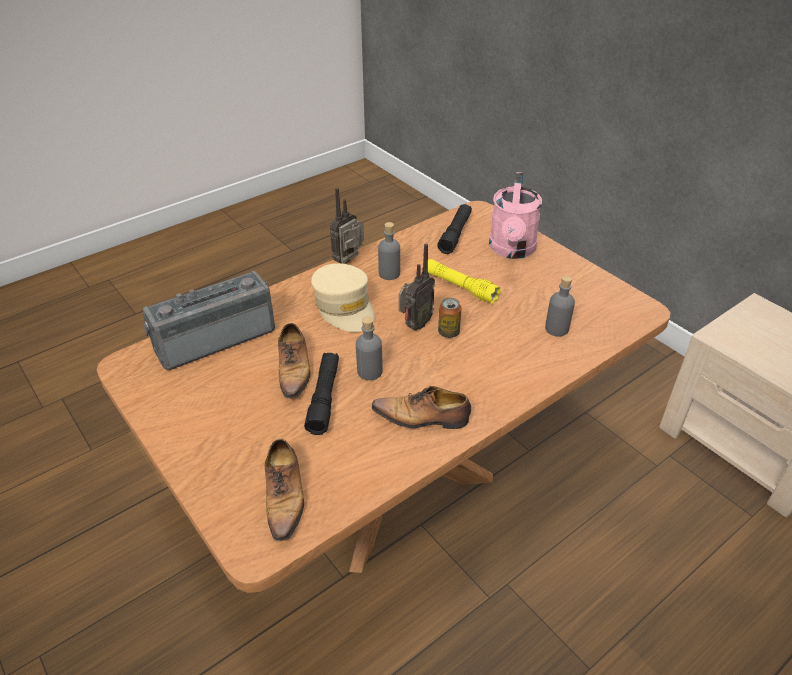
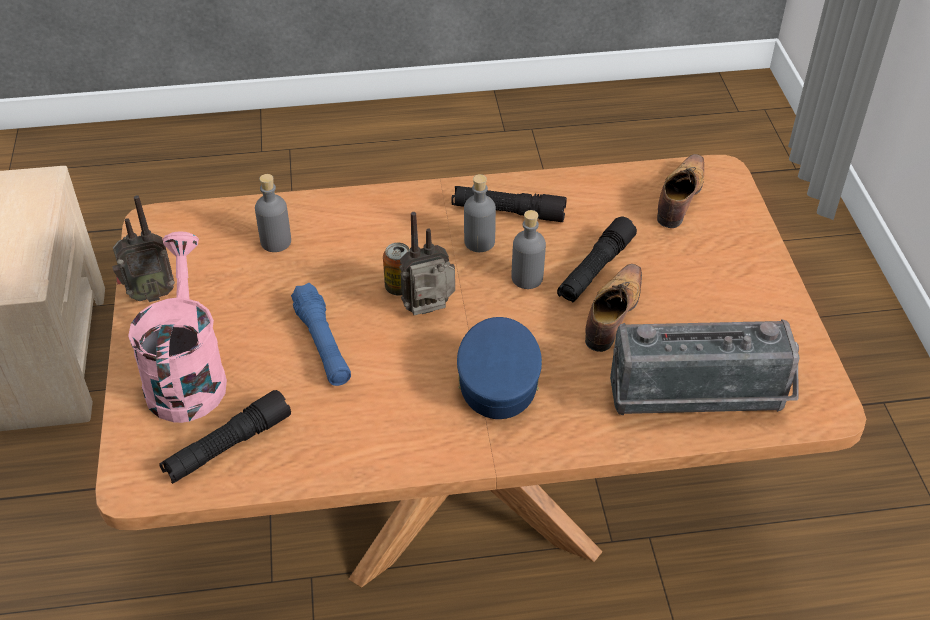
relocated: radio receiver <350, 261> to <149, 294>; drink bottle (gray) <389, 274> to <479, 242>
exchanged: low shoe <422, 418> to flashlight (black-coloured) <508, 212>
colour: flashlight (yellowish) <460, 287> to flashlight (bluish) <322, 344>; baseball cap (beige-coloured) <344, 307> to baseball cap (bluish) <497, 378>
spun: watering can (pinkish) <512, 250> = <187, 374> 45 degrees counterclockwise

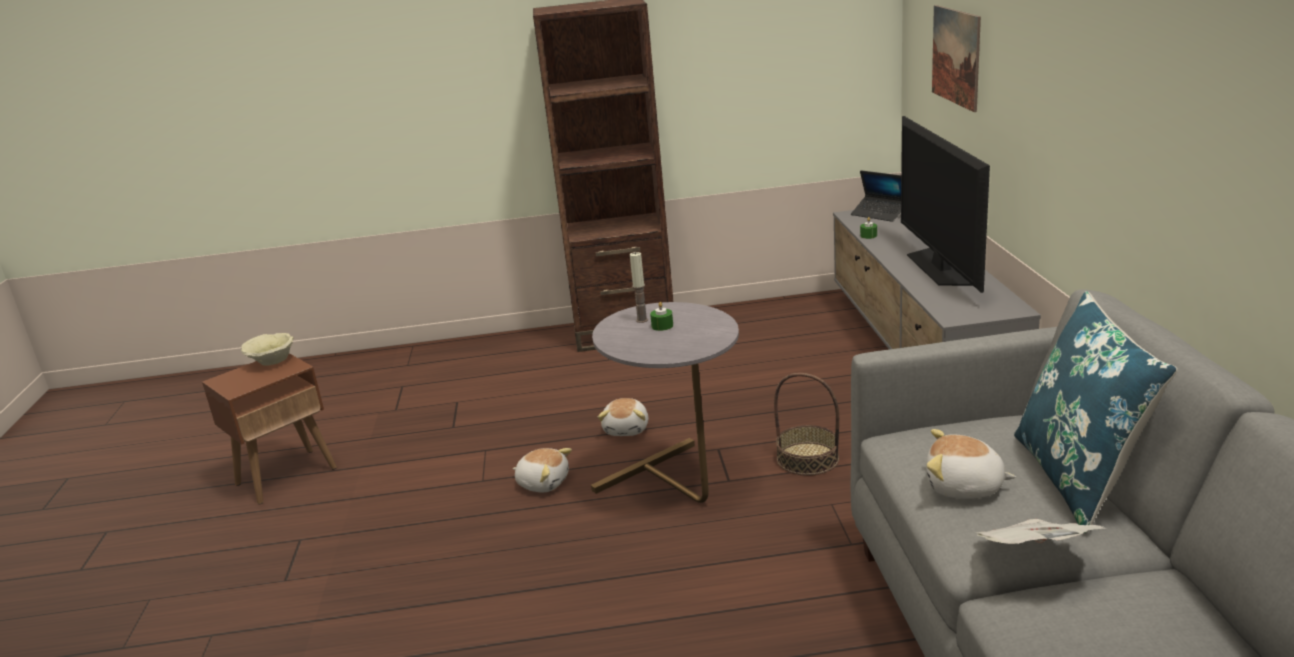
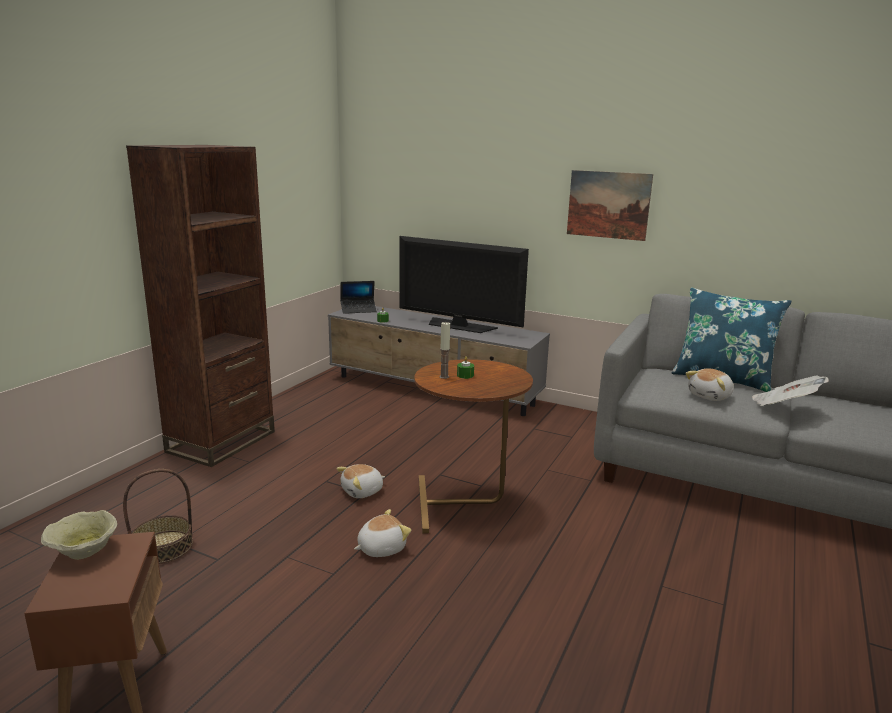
relocated: wall picture <955, 56> to <608, 205>; storage basket <807, 459> to <163, 547>
colour: accent table (gray) <677, 489> to accent table (brownish) <466, 504>
spun: cuddly toy <627, 429> = <362, 491> 105 degrees clockwise

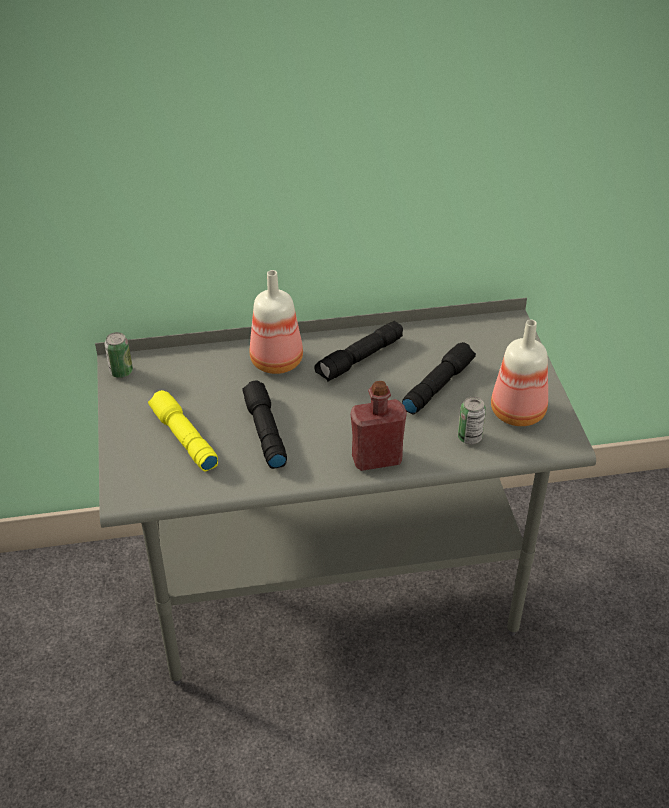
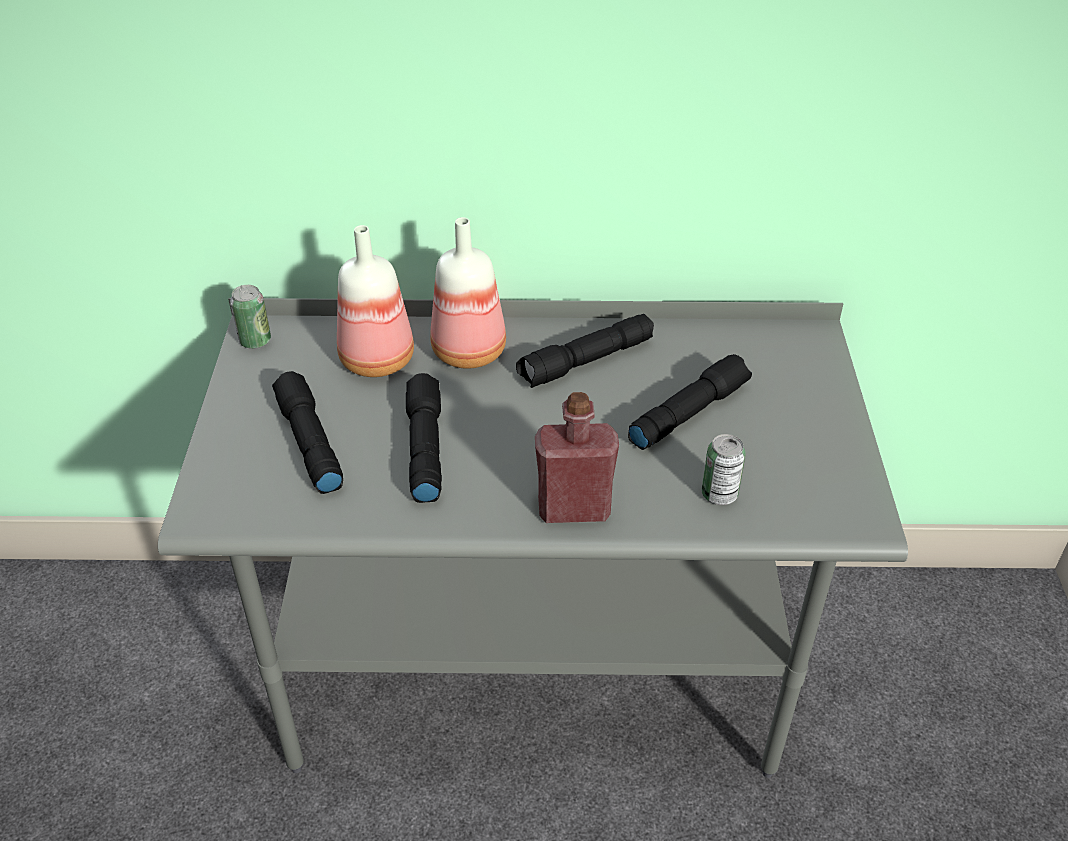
relocated: drink bottle <519, 412> to <379, 360>
colour: flashlight (yellowish) <183, 438> to flashlight (black-coloured) <308, 442>

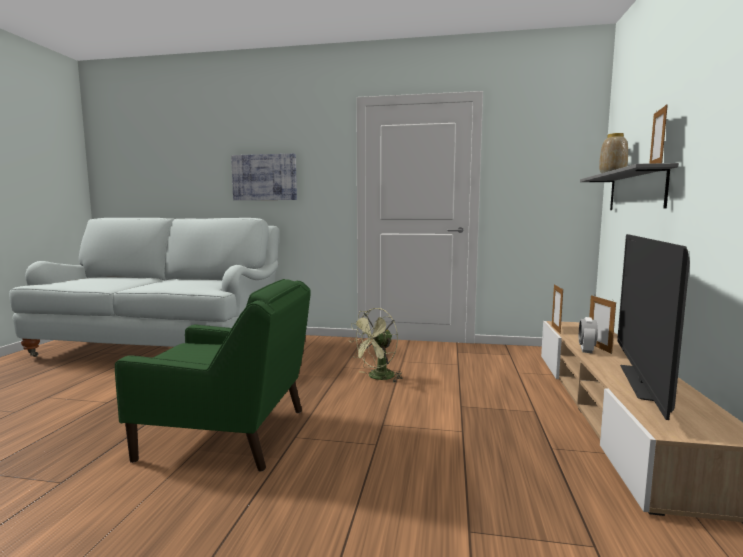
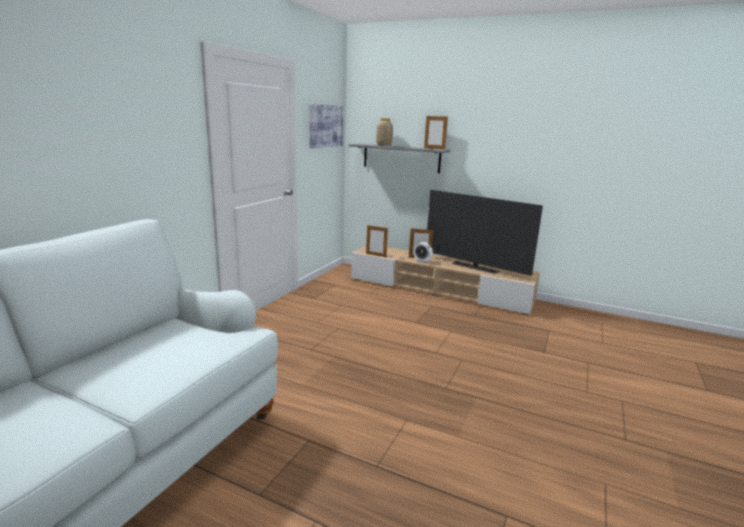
missing: easy chair (green-coloured) <228, 435>; electric fan (green-coloured) <377, 377>
relocated: wall picture <264, 177> to <325, 126>

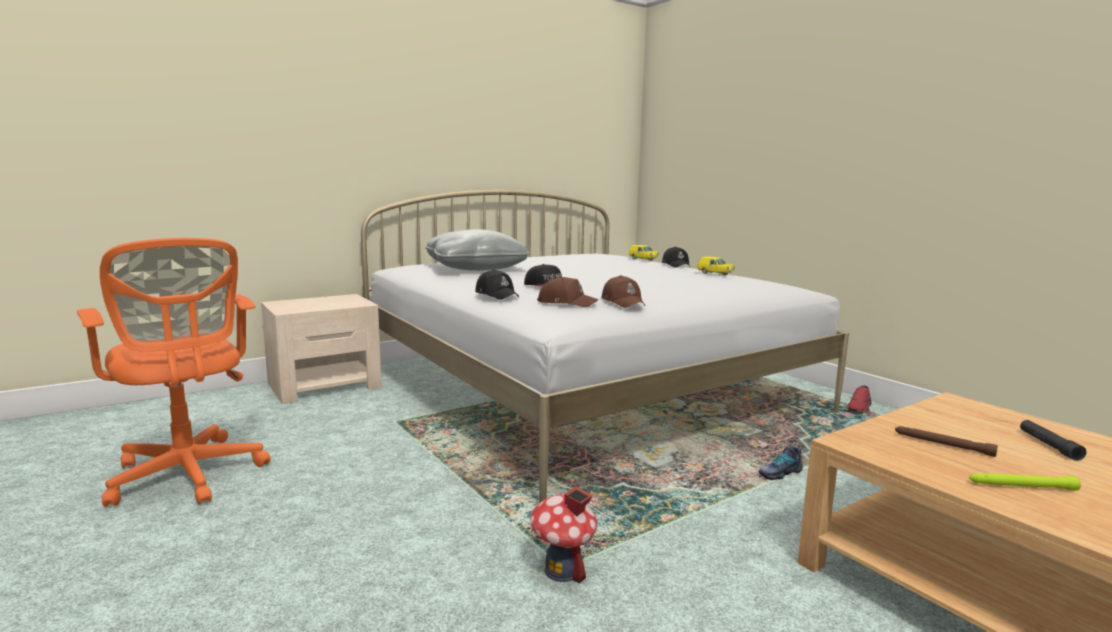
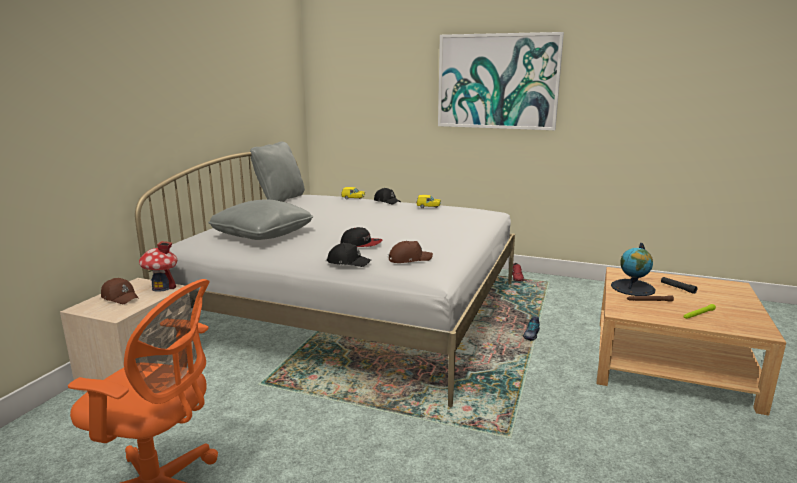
appeared: wall picture <497, 81>; pillow (gray) <280, 199>; desk globe <633, 288>
relocated: baseball cap (brownish) <623, 302> to <120, 297>; toy house <562, 571> to <162, 288>

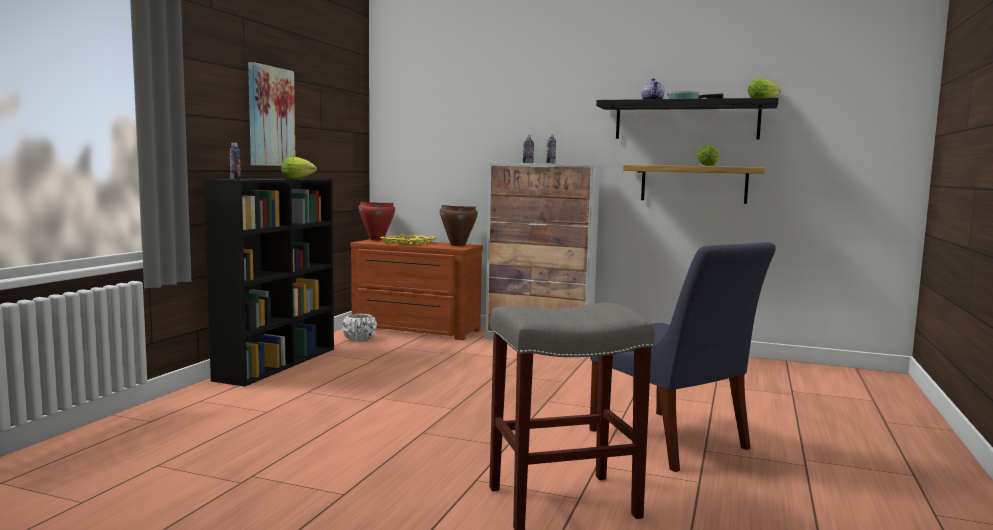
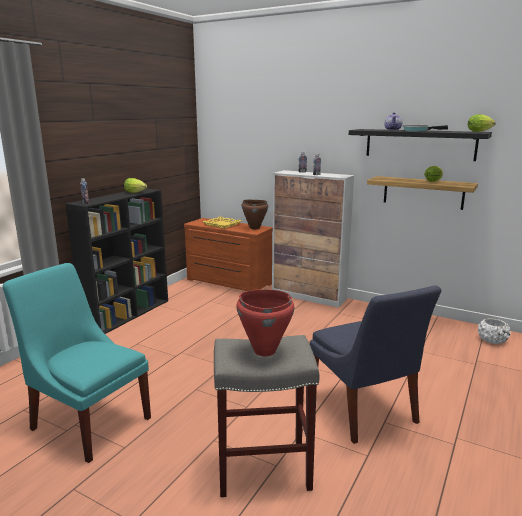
missing: wall picture <270, 116>
appeared: upright chair (turquoise-coloured) <88, 420>
relocated: saucepot (red) <376, 239> to <264, 351>; plant pot (white) <359, 339> to <492, 340>

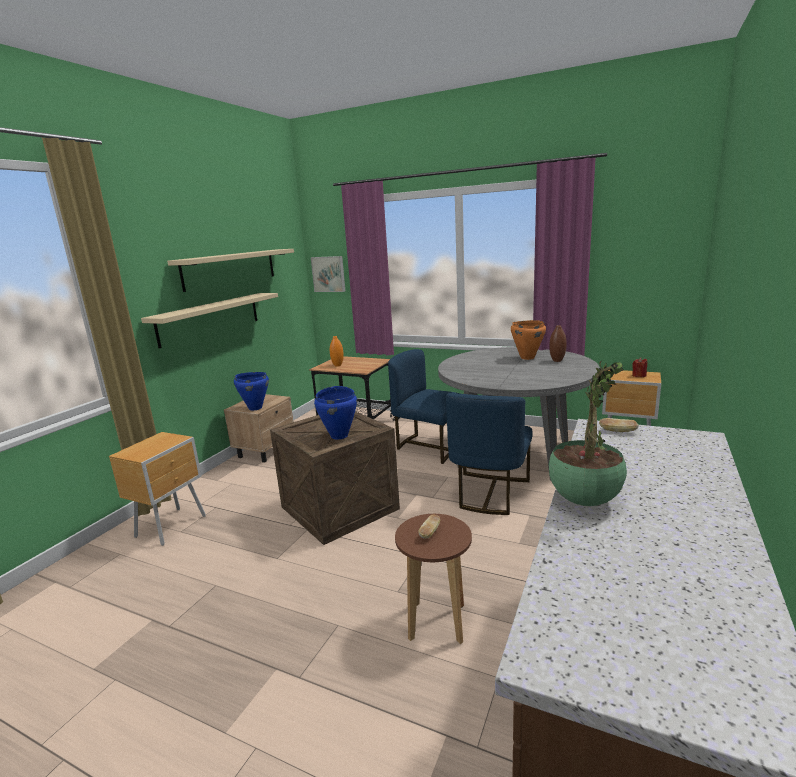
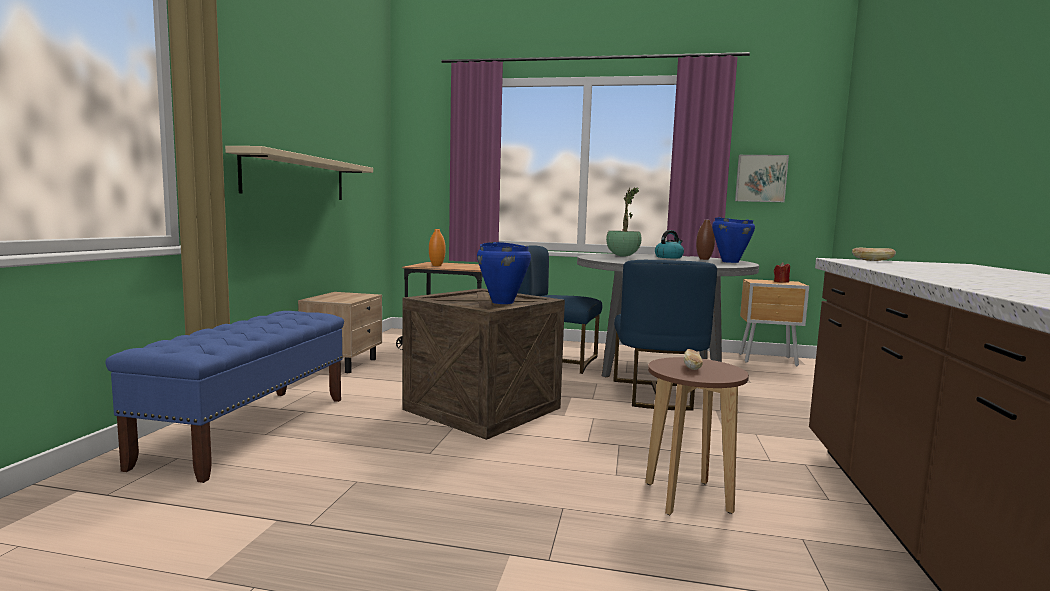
missing: bracket shelf (beige-coloured) <230, 268>
relocated: wall picture <329, 274> to <760, 178>; houseplant <584, 499> to <622, 256>; saucepot (bluish) <255, 408> to <729, 262>
exchanged: saucepot (orange-coloured) <527, 358> to tea kettle <669, 257>; nightstand (brownish) <173, 526> to long seat (bluish) <250, 429>

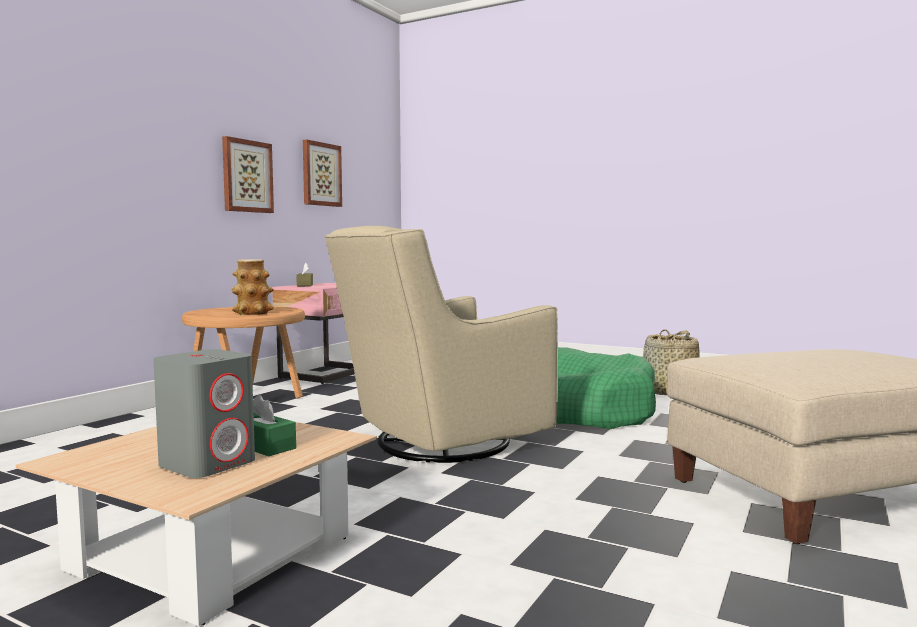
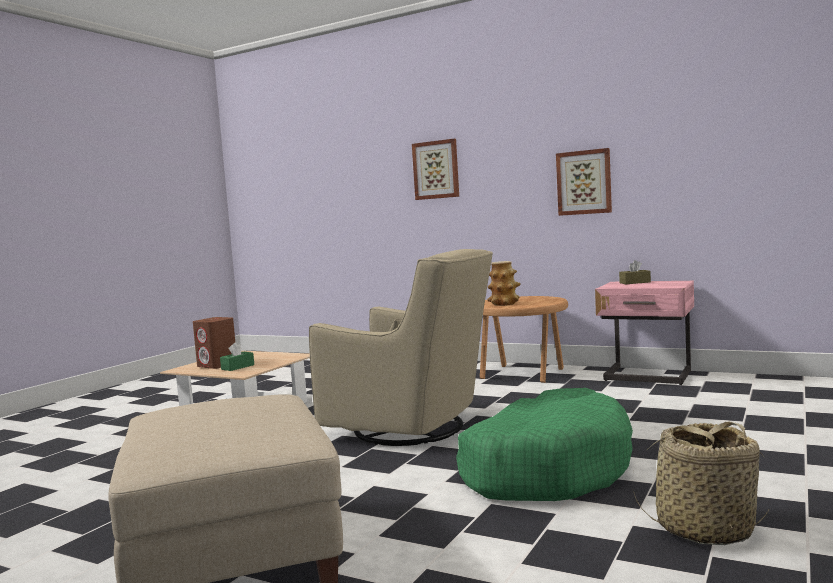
relocated: wall picture <321, 174> to <436, 170>
colour: speaker (gray) <208, 463> to speaker (brownish) <217, 365>
spun: easy chair (beige-coloured) <437, 443> = <413, 429> 150 degrees clockwise

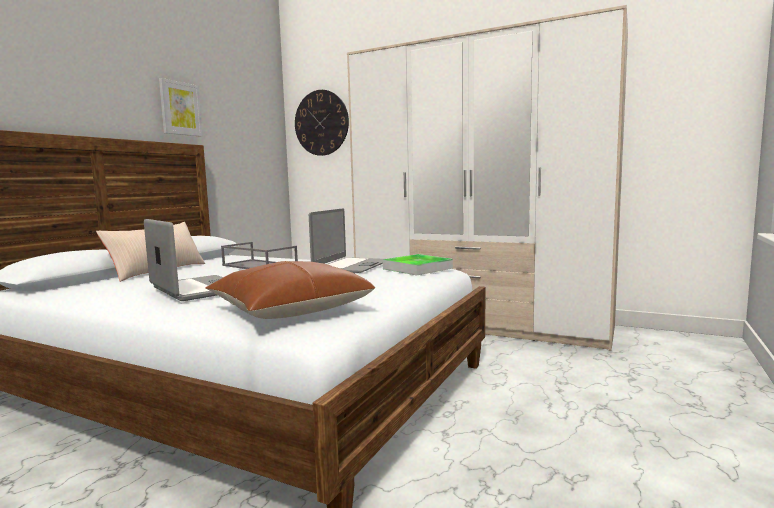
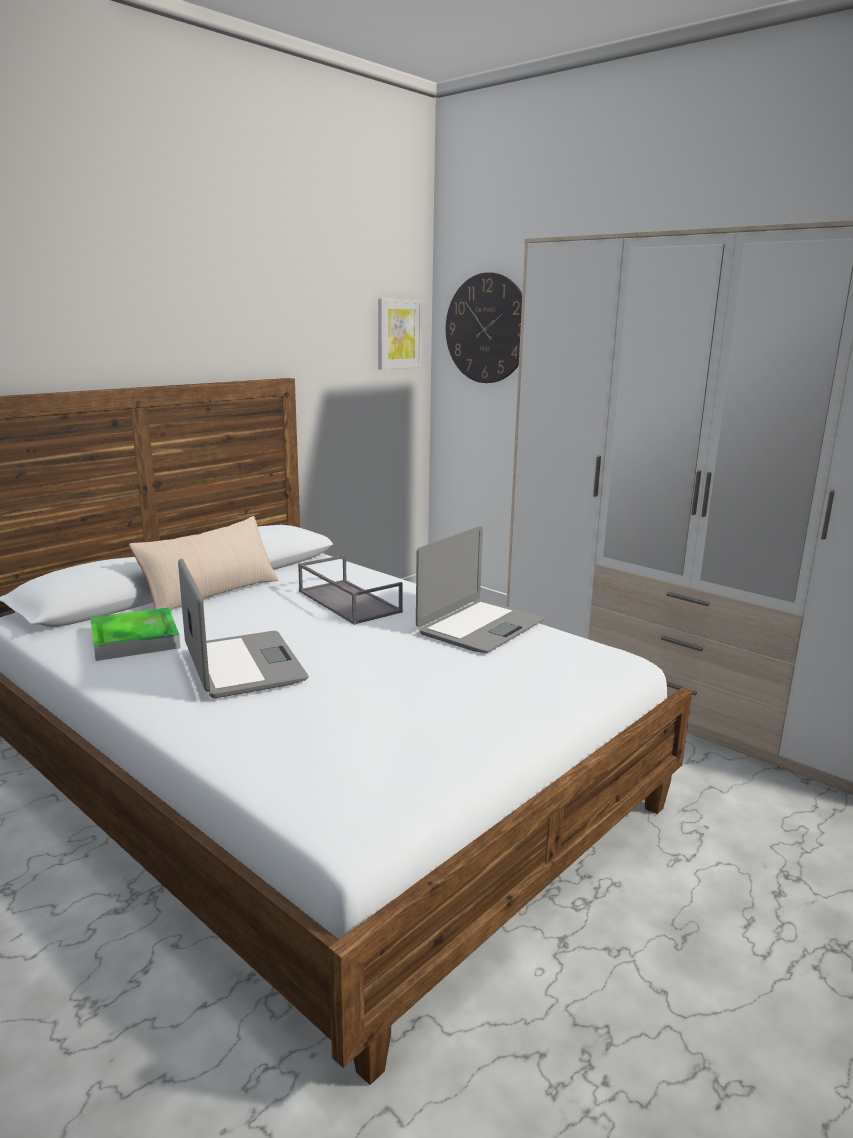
missing: pillow (brownish) <290, 309>
relocated: wall picture <180, 108> to <398, 334>; carrying tray <417, 268> to <135, 639>

